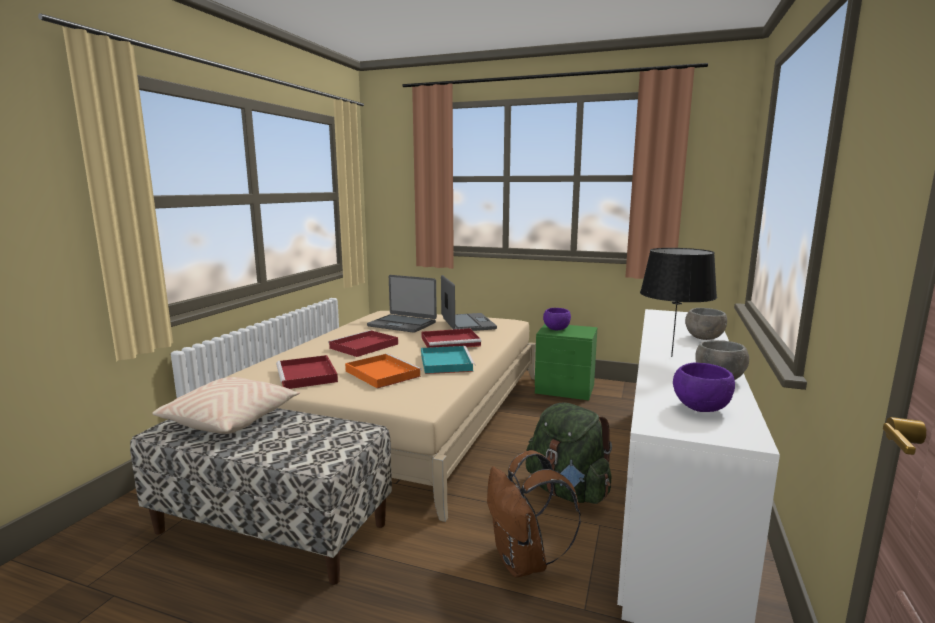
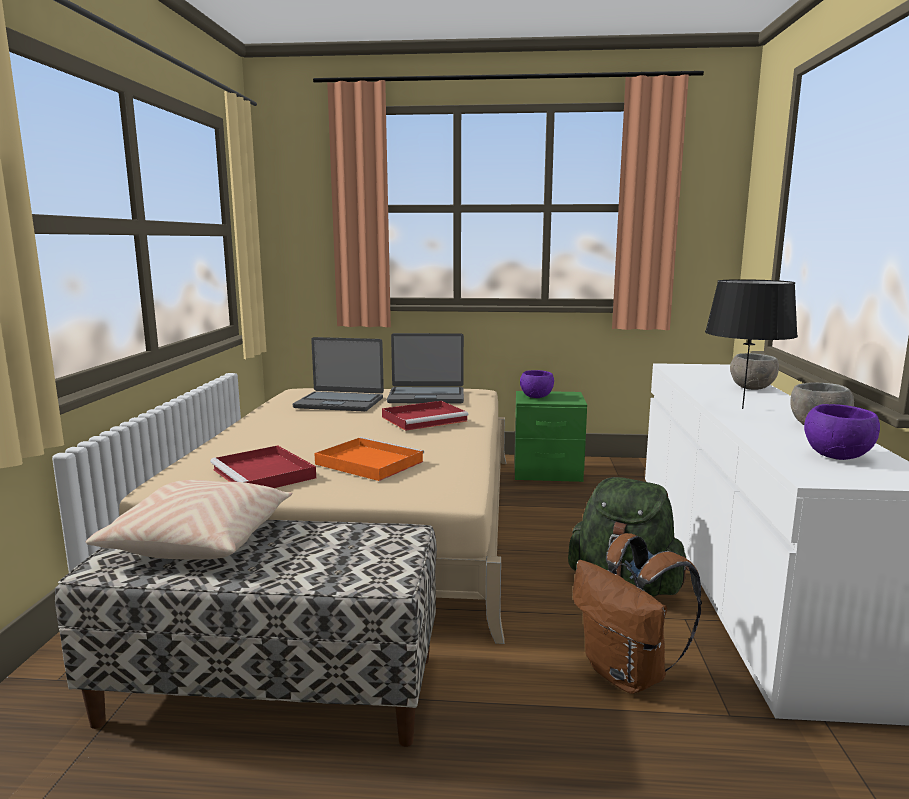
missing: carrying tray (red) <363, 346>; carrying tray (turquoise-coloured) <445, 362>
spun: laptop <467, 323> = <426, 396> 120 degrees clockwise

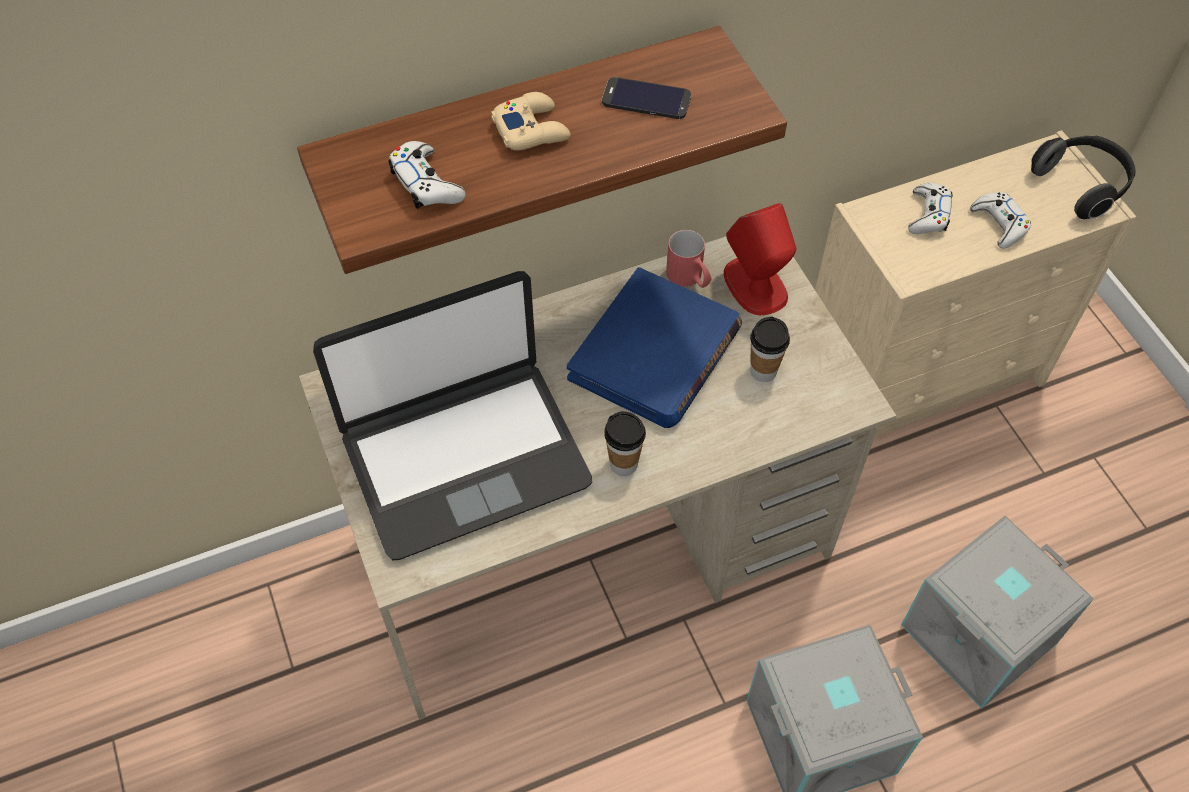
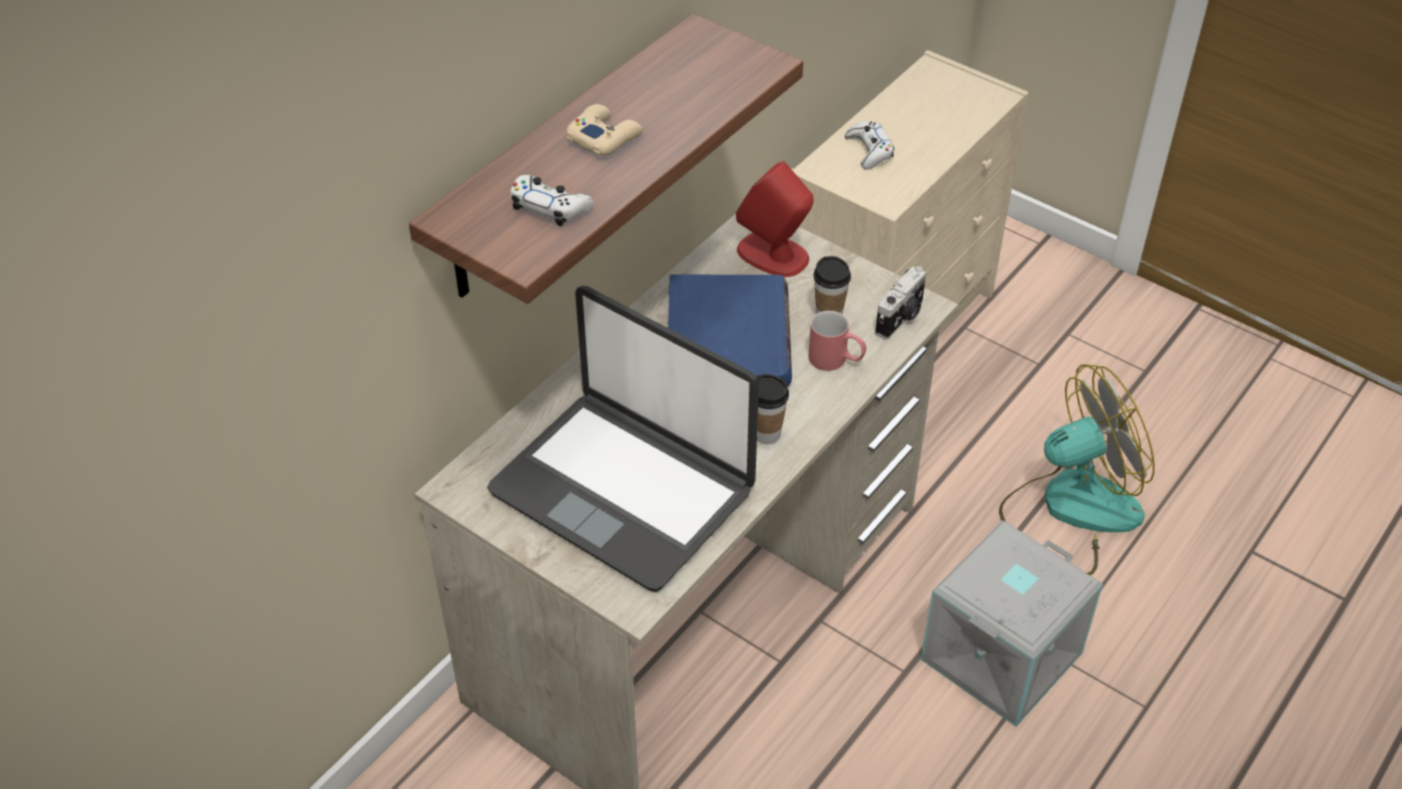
missing: telephone <646, 99>; headphones <1081, 185>; game controller (white) <999, 224>
appeared: still camera <901, 318>
relocated: coffee mug (red) <689, 279> to <836, 361>
exchanged: storage bin (gray) <977, 631> to electric fan <1069, 511>
spun: laptop <464, 457> = <624, 489> 90 degrees clockwise

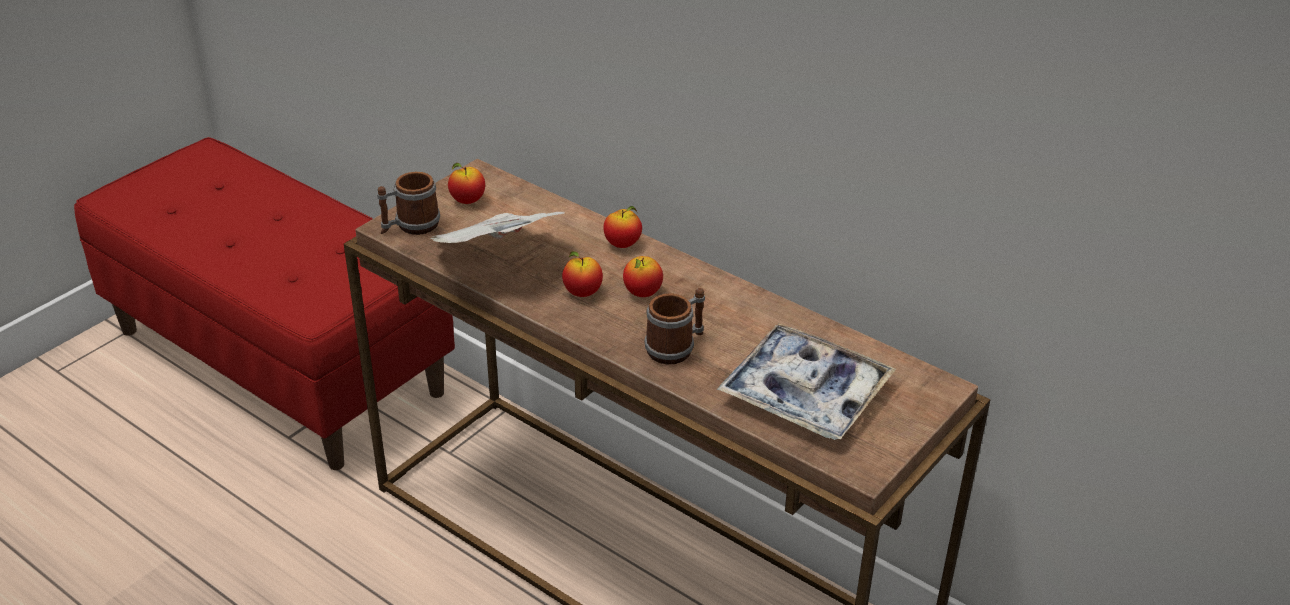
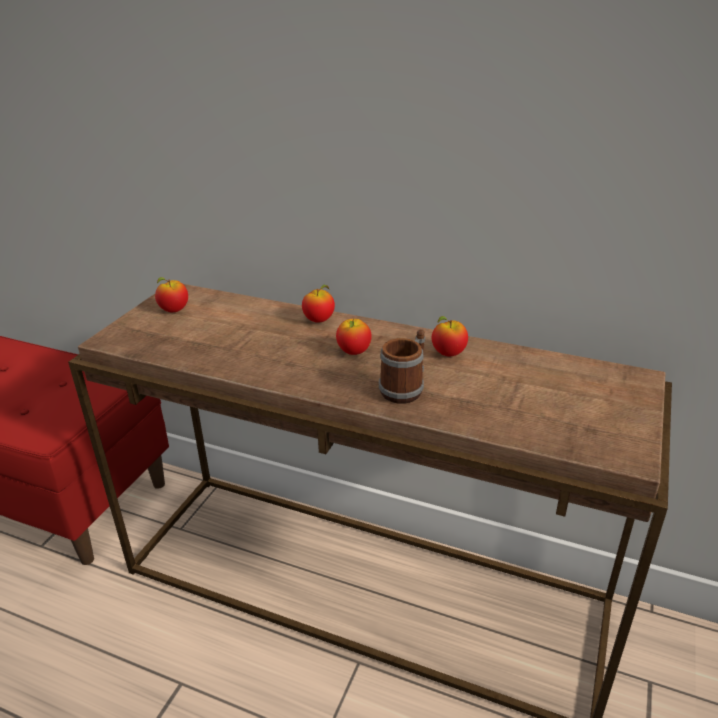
missing: coffee mug <410, 226>; daily paper <499, 257>; carrying tray <805, 394>
relocated: apple <582, 293> to <448, 354>

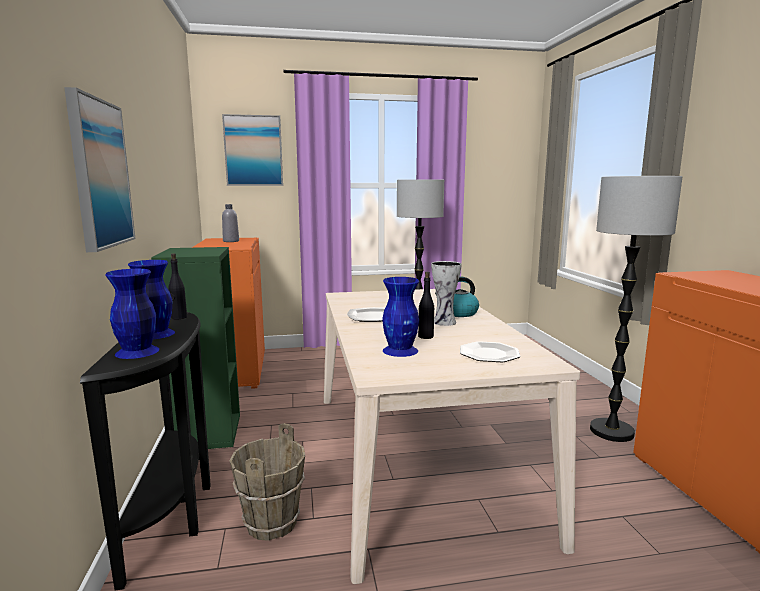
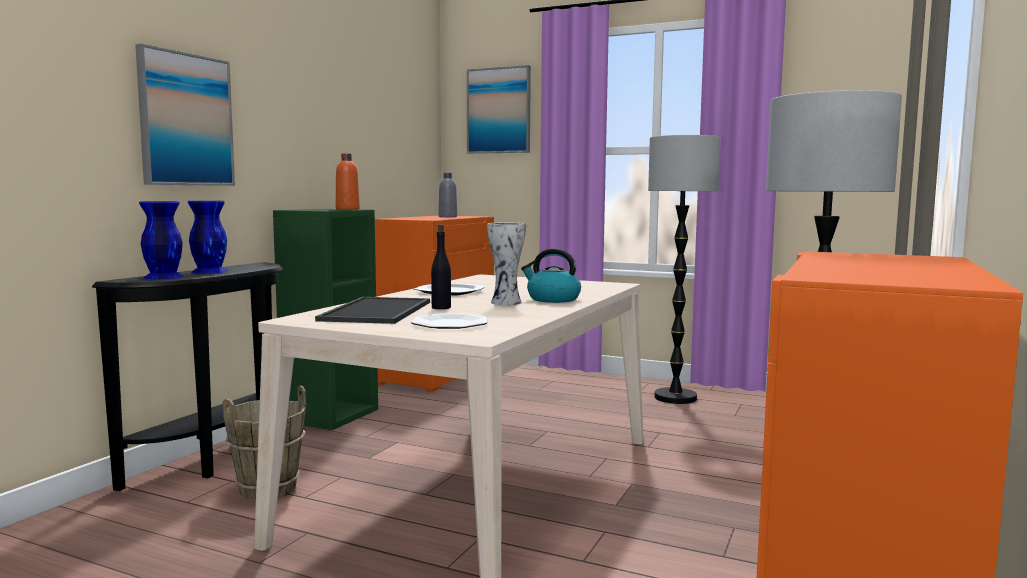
missing: drink bottle (black-coloured) <179, 317>
appeared: drink bottle (orange-coloured) <347, 209>
exchanged: flower vase (bluish) <401, 350> to carrying tray <378, 311>

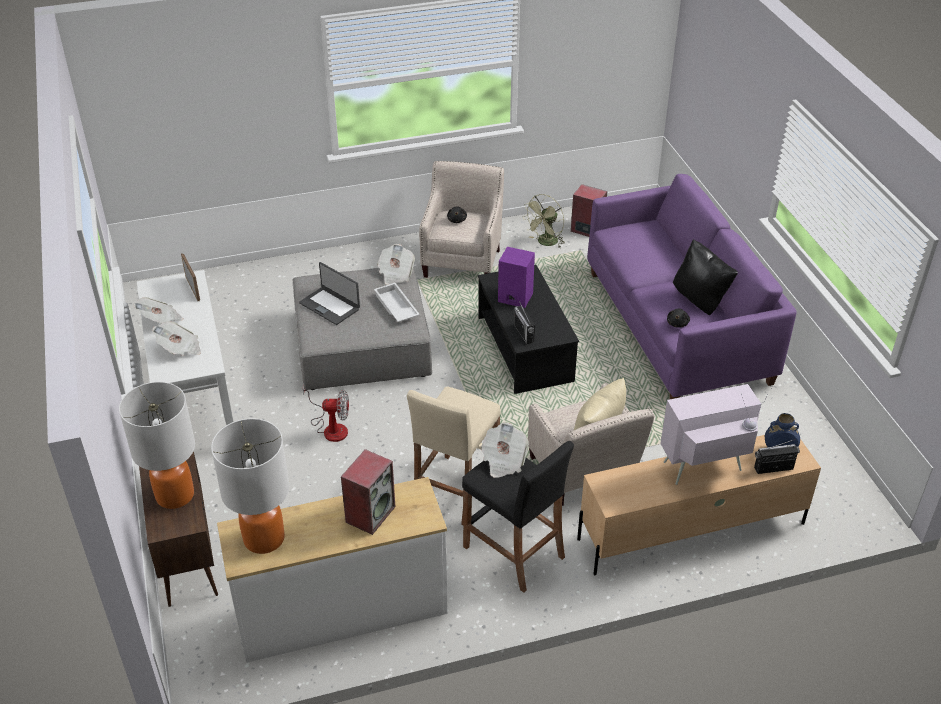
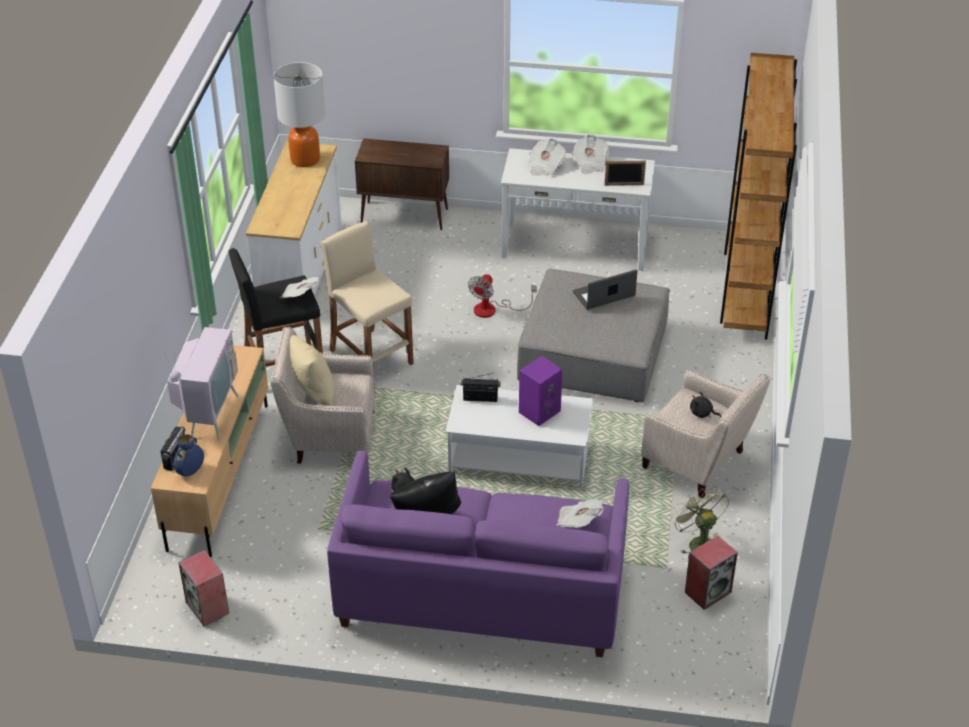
missing: carrying tray (white) <395, 307>; tabletop lamp <174, 495>
appeared: bookshelf (brownish) <745, 290>
relocated: daily paper <395, 274> to <578, 522>; speaker <370, 513> to <208, 608>
colour: lounge table (black-coloured) <525, 349> to lounge table (white) <518, 458>

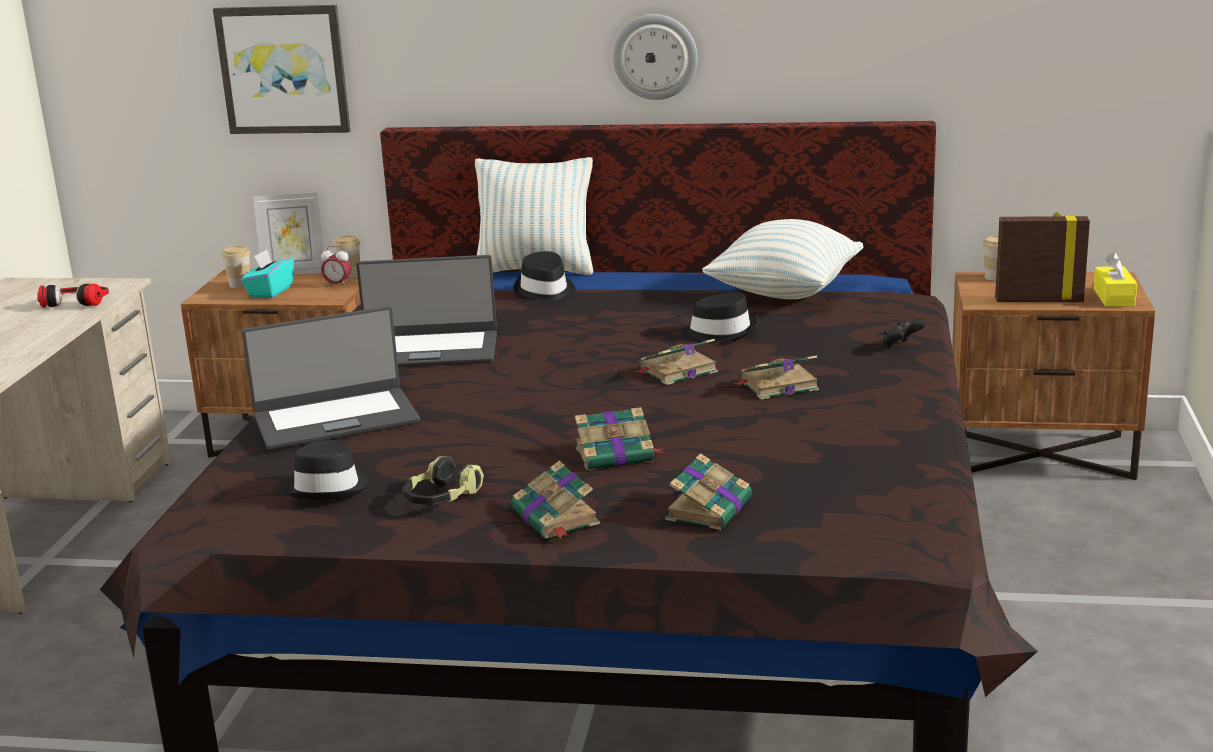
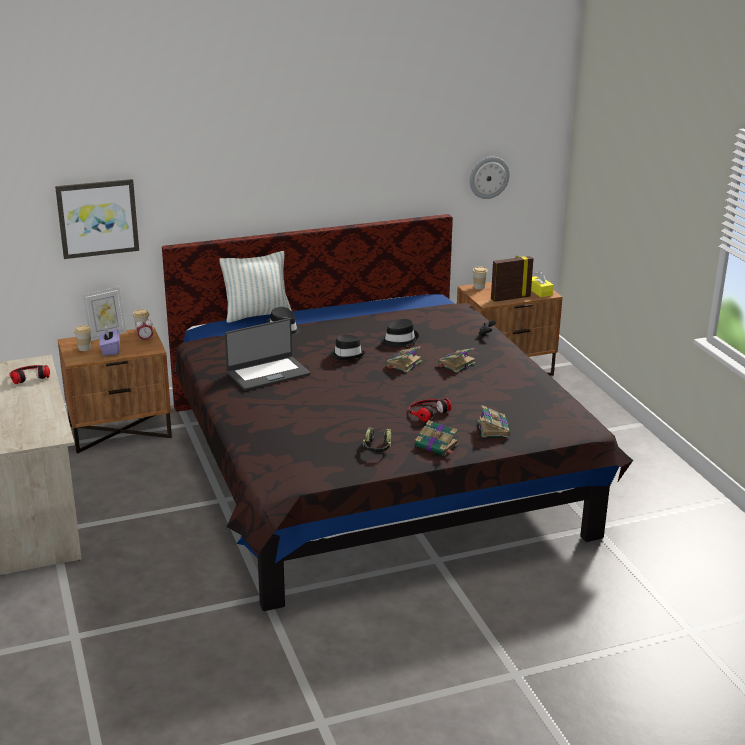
missing: pillow <784, 292>; laptop <335, 419>
relocated: hanging clock <655, 56> to <488, 177>; hat (black-coloured) <329, 488> to <347, 354>
exchanged: bound book <617, 455> to headphones <427, 411>
colour: tissue box (turquoise-coloured) <270, 291> to tissue box (purple) <110, 350>

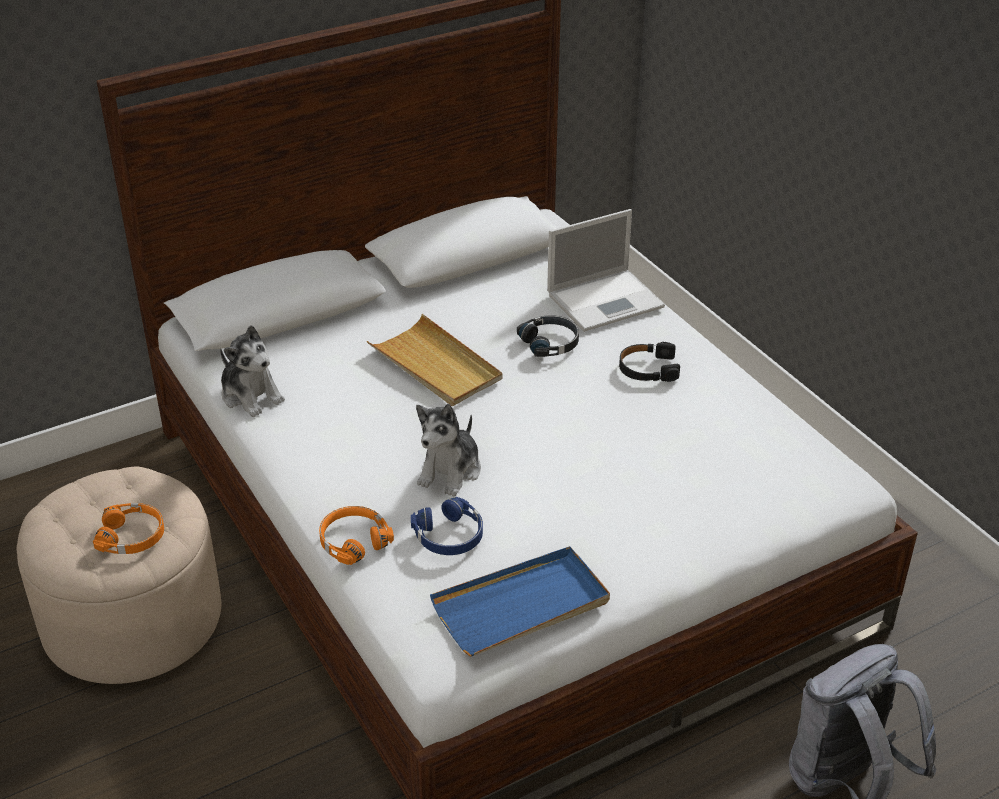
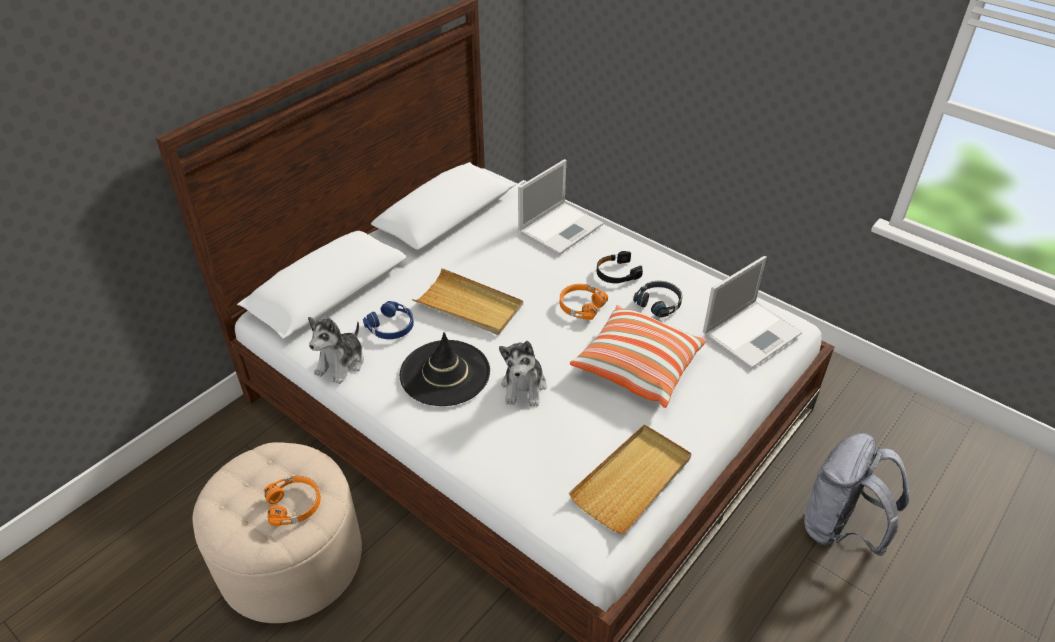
appeared: laptop <752, 333>; pillow <637, 367>; hat (black-coloured) <445, 373>
relocated: headphones (black-coloured) <550, 343> to <659, 303>; headphones (bluish) <450, 536> to <391, 327>; headphones (orange-coloured) <353, 541> to <581, 306>
colour: carrying tray (bluish) <522, 606> to carrying tray (beige-coloured) <632, 480>
spun: cuddly toy <251, 396> = <341, 363> 90 degrees clockwise

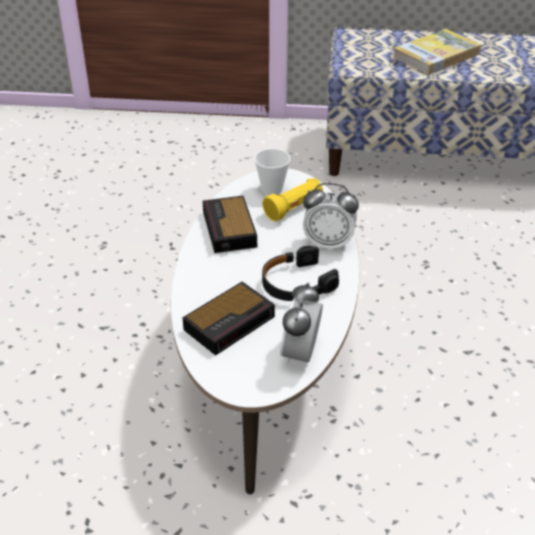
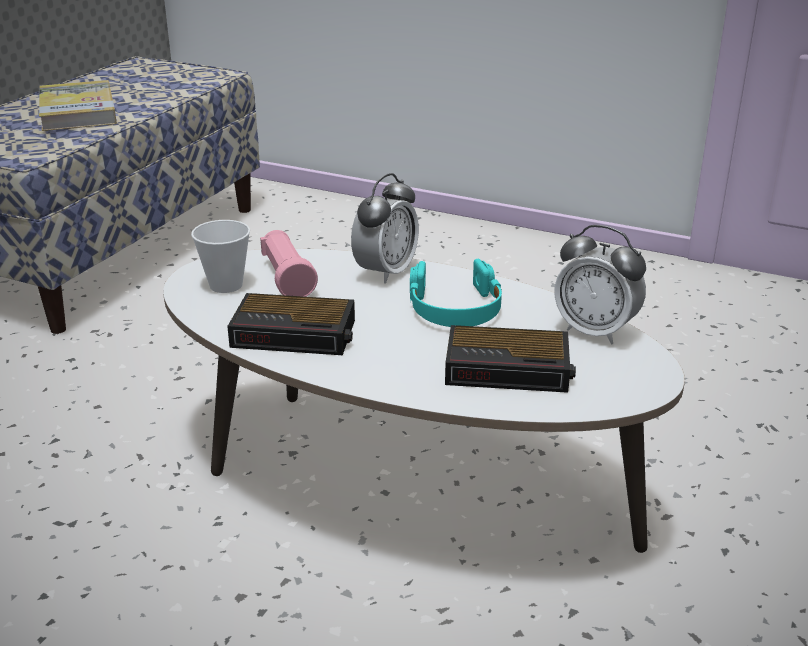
colour: flashlight (yellowish) <294, 208> to flashlight (pinkish) <287, 278>; headphones (black-coloured) <296, 283> to headphones (turquoise-coloured) <455, 308>
spun: bedside clock <231, 322> = <510, 368> 120 degrees clockwise

